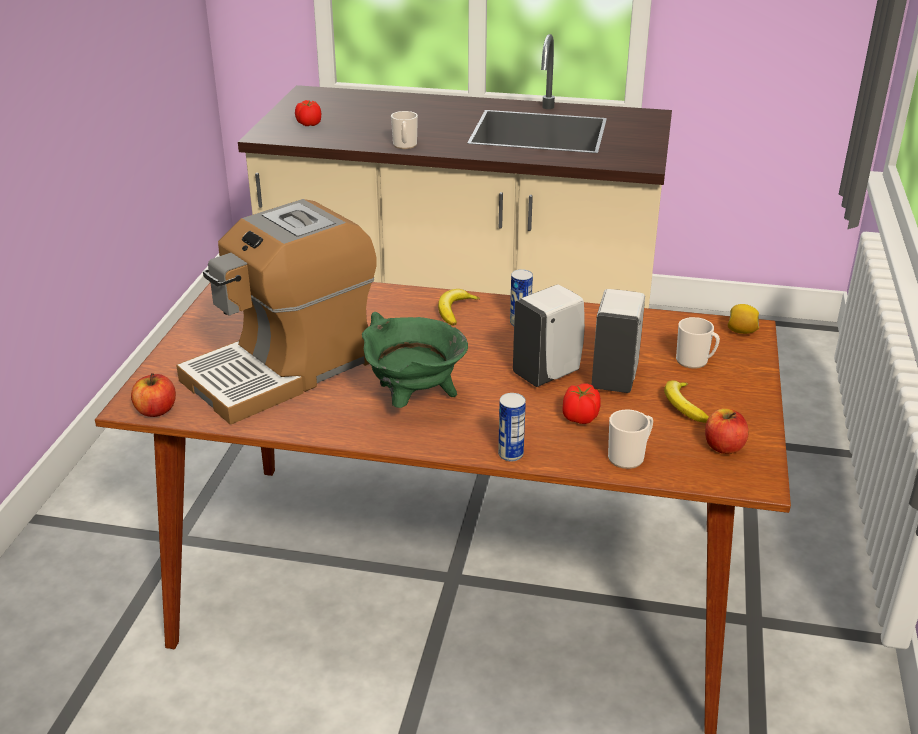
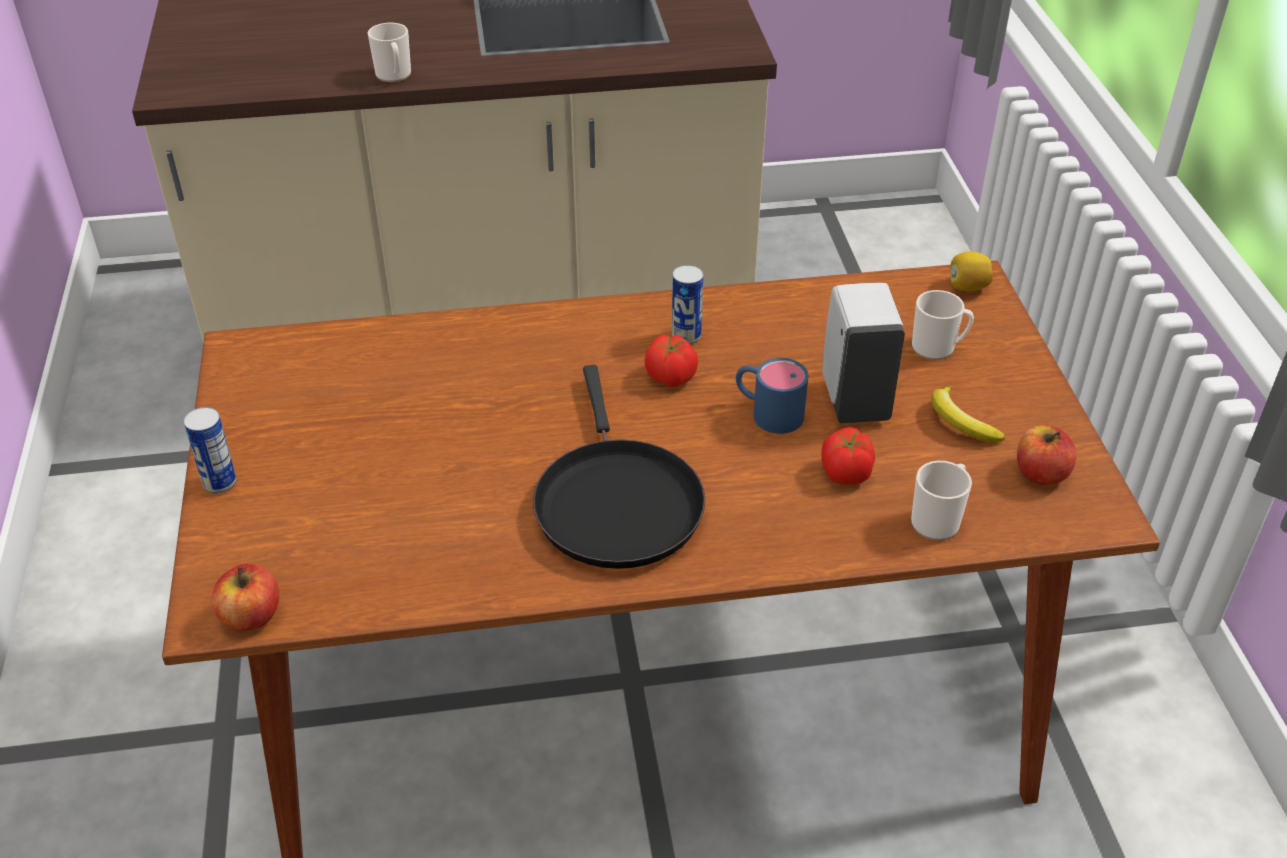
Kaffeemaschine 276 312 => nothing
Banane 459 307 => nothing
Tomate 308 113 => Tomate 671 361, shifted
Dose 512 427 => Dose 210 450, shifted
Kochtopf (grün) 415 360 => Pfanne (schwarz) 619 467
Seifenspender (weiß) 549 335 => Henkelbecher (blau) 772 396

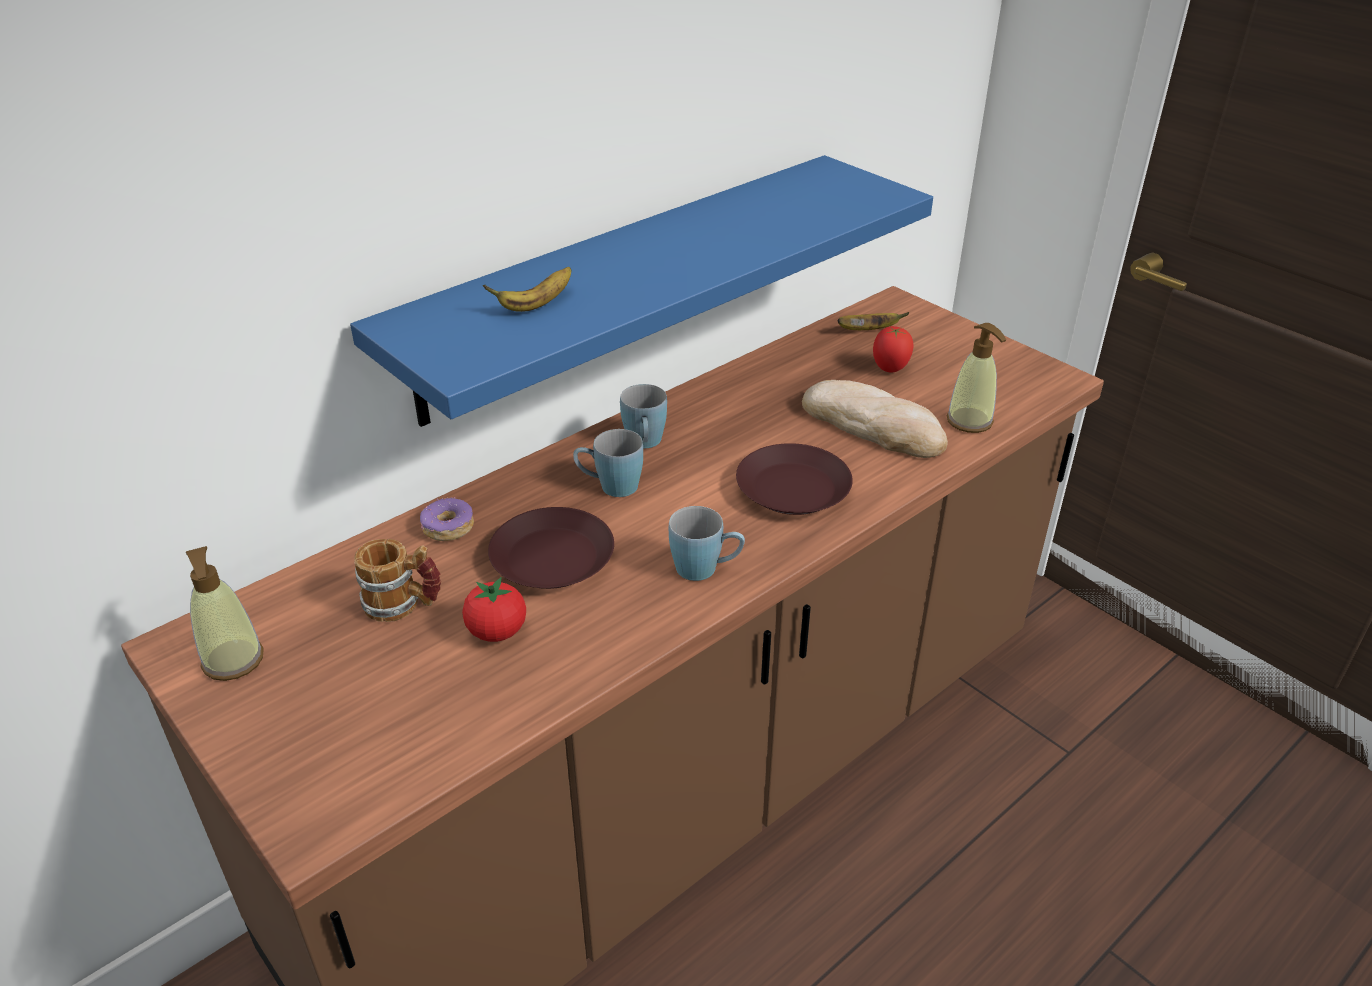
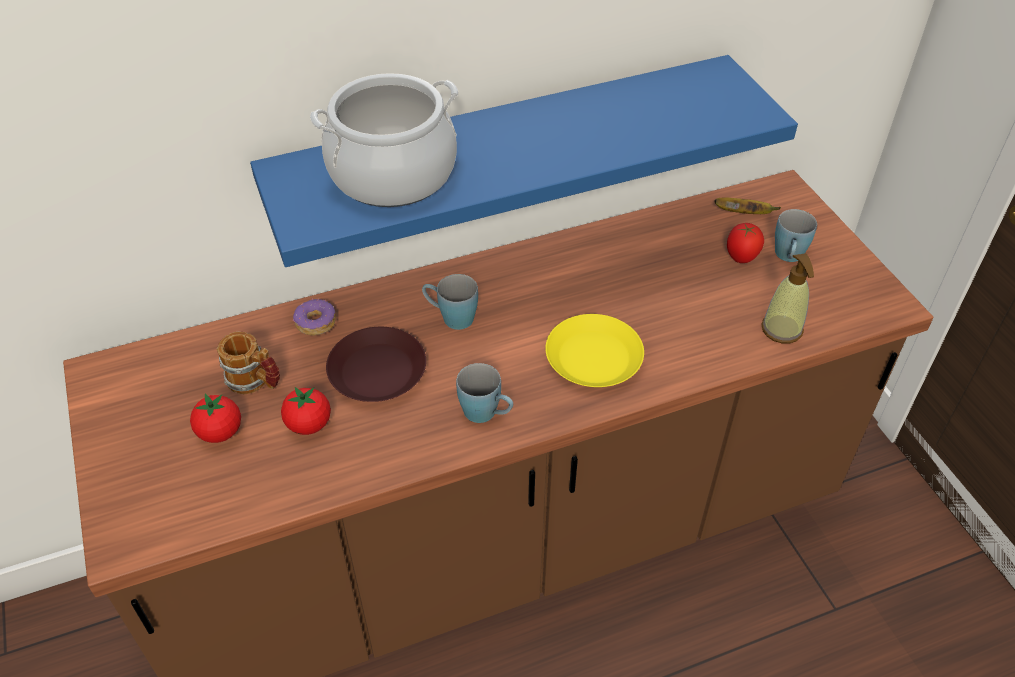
Seifenspender 225 613 => nothing
Brot 875 419 => nothing
nothing => Tomate 215 418
Henkelbecher (blau) 643 416 => Henkelbecher (blau) 796 235, shifted
Banane 527 289 => Kochtopf 384 140
Teller (braun) 794 479 => Teller (gelb) 594 350

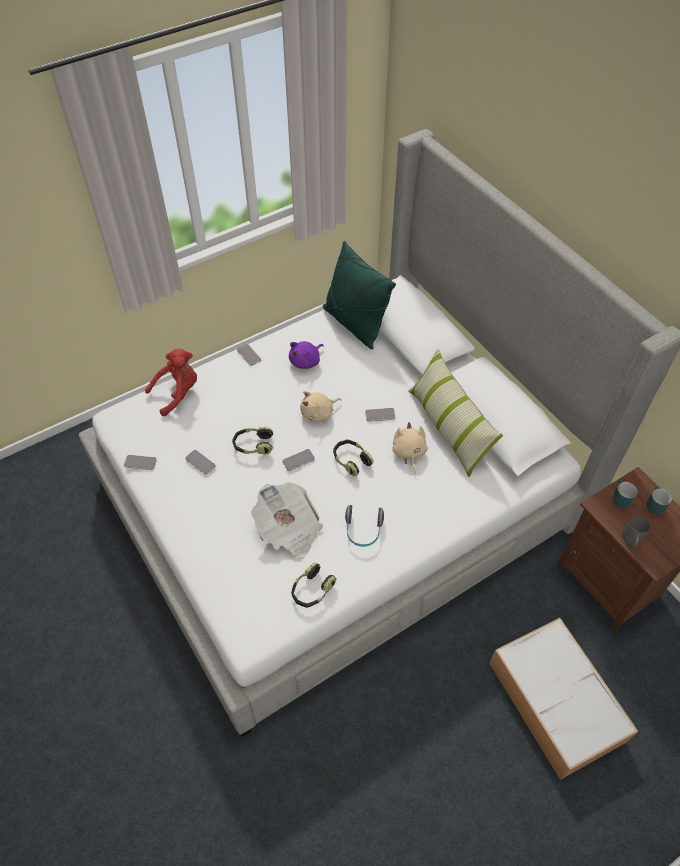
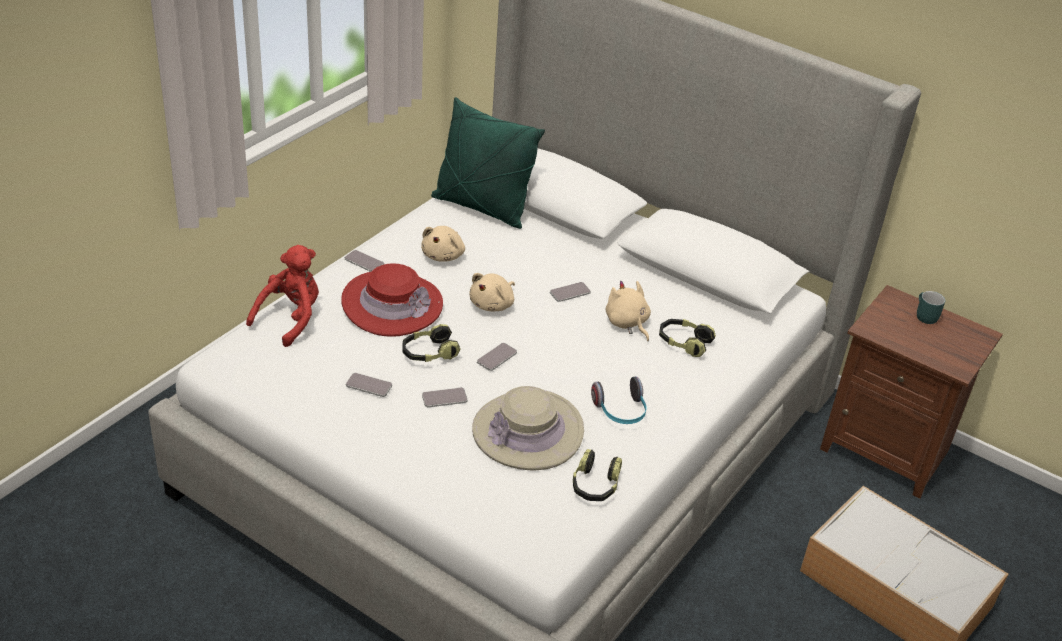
Kissen 455 413 => nothing
Henkelbecher (türkis) 625 493 => nothing
Henkelbecher (grau) 636 532 => nothing
nothing => Hut (rot) 392 300
Handy 140 462 => Handy 445 397, shifted
Kopfhörer 353 458 => Kopfhörer 687 338, shifted
Zeitung 287 520 => Hut (beige) 528 428
Plüschtier (lila) 306 355 => Plüschtier (beige) 443 244

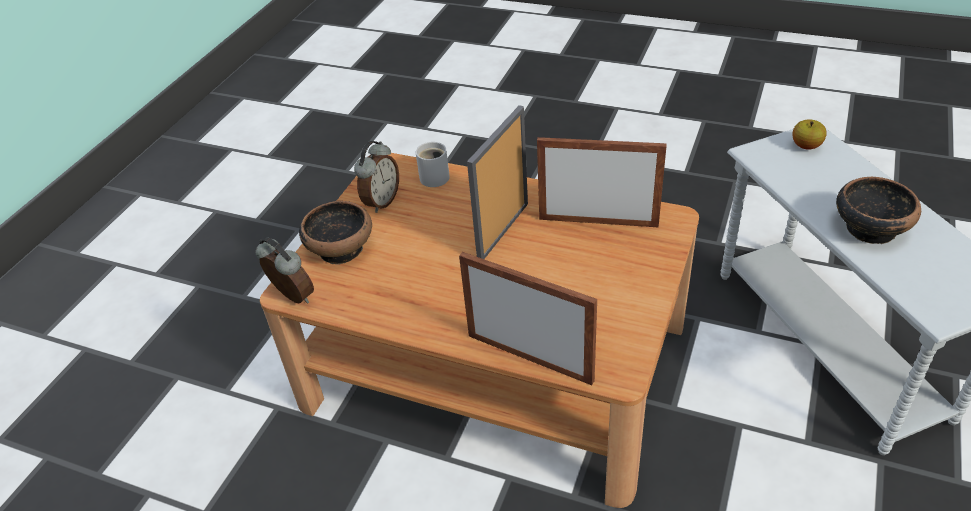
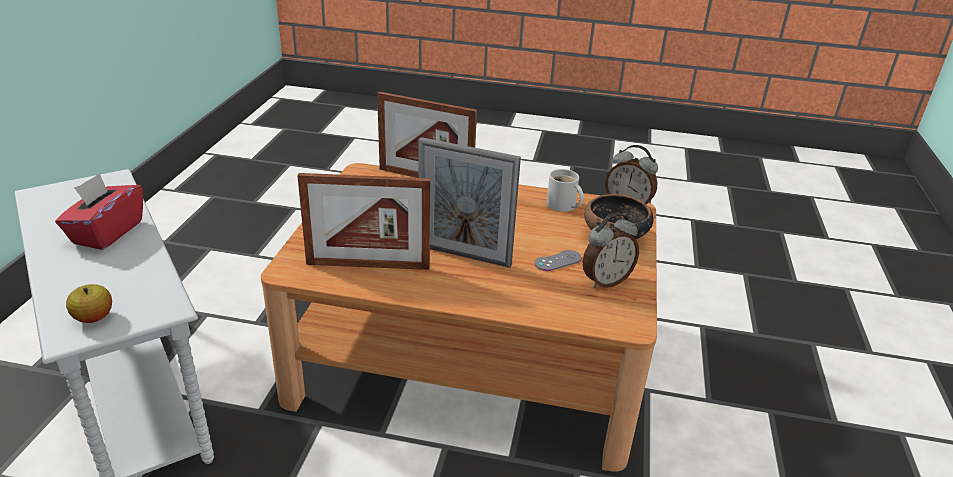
nothing => Gamepad (grau) 558 260
Henkelbecher (weiß) 433 164 => Henkelbecher (weiß) 565 190, shifted
Schüssel 878 210 => Taschentuchbox (rot) 99 211
Wecker 376 177 => Wecker 611 251, 135 degrees counterclockwise
Bilderrahmen 497 182 => Bilderrahmen 470 202, 90 degrees clockwise

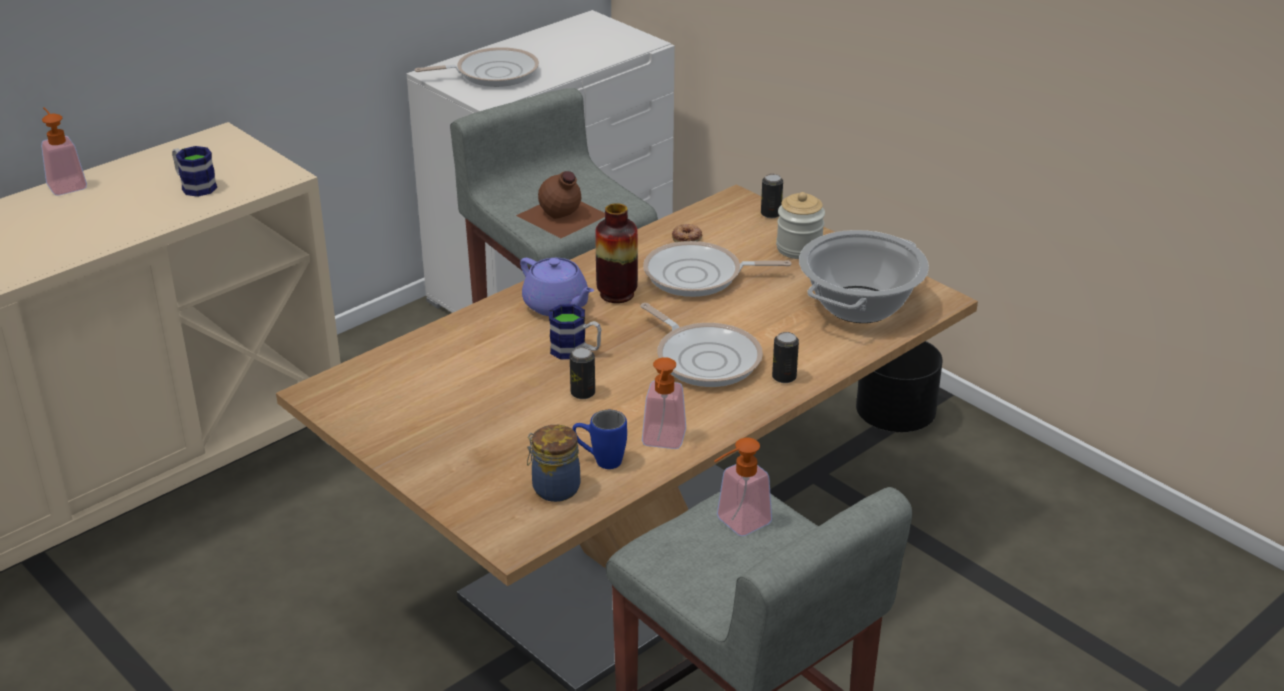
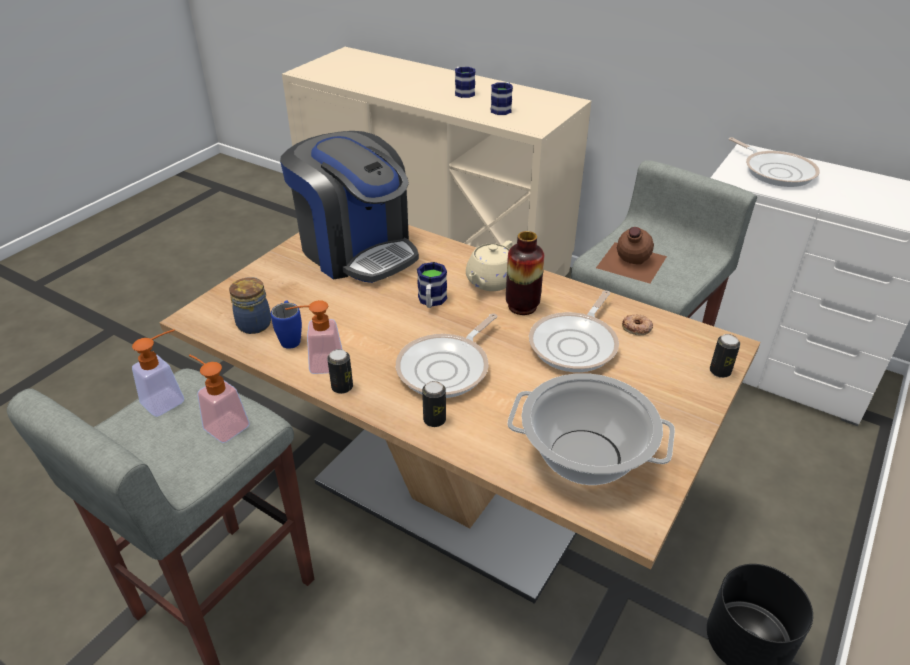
Vorratsglas 800 225 => nothing
nothing => Kaffeemaschine 349 207
nothing => Henkelbecher 465 82
Seifenspender 64 151 => Seifenspender 158 373, shifted
Dose 582 373 => Dose 340 371, shifted
Teekanne (lila) 557 287 => Teekanne (beige) 489 265
Pfanne 717 269 => Pfanne 574 331, 135 degrees counterclockwise

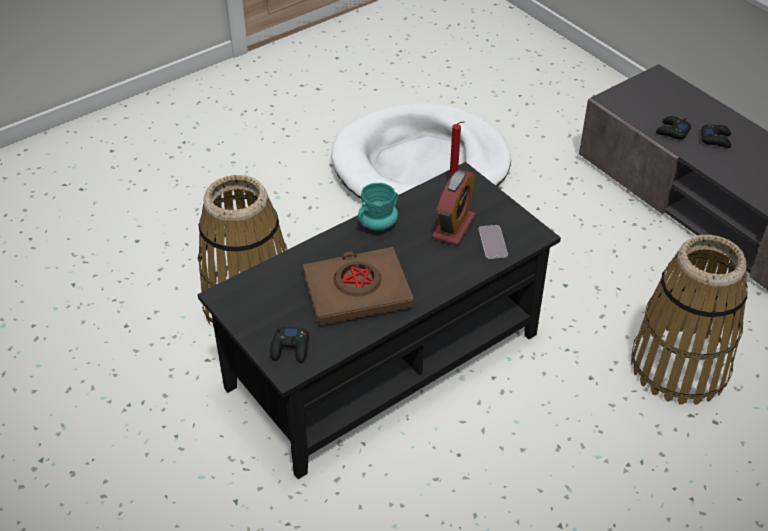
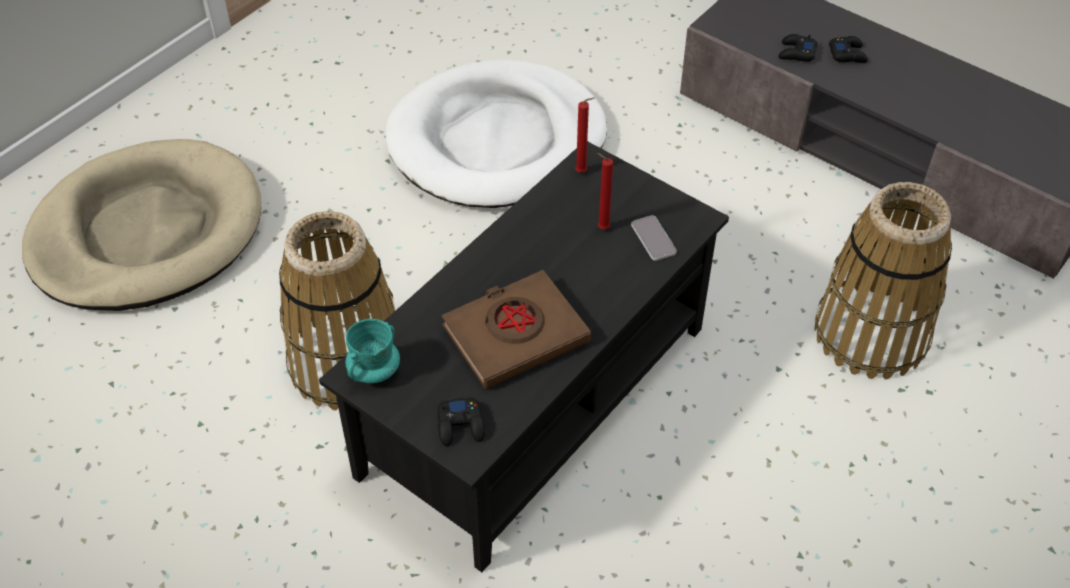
nothing => Hundebett (beige) 141 225
Henkelbecher (türkis) 378 207 => Henkelbecher (türkis) 372 351, shifted
Wecker 454 207 => Kerze (rot) 605 191

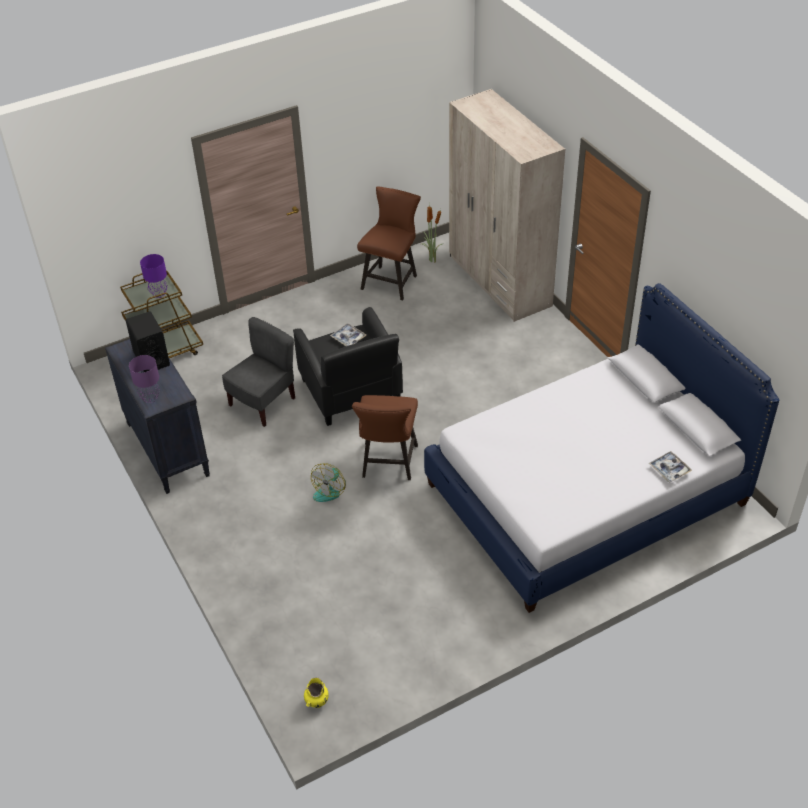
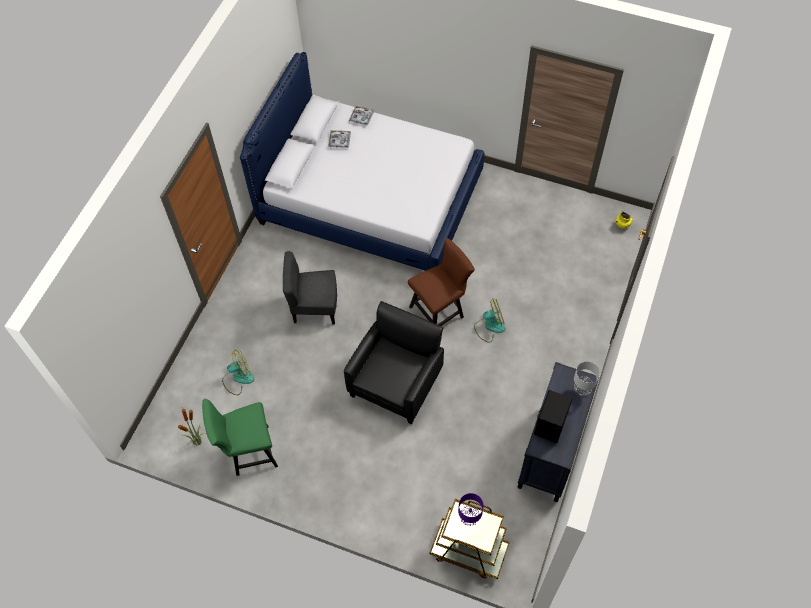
Kleiderschrank (beige) 507 205 => nothing
nothing => Ventilator 238 372
Stuhl (grau) 258 372 => Stuhl (grau) 310 288, shifted
Tablett 348 335 => Tablett 339 139, shifted
Tischlampe (lila) 144 379 => Tischlampe (grau) 587 378
Stuhl (braun) 389 243 => Stuhl (grün) 240 437

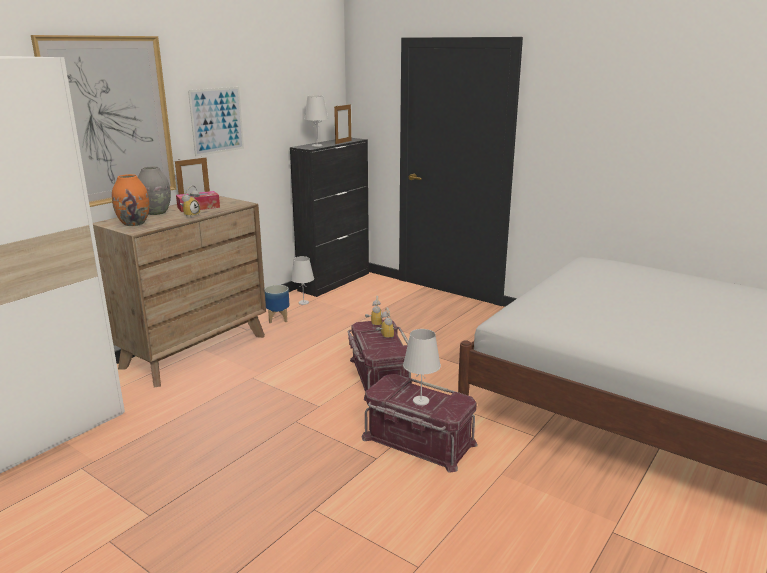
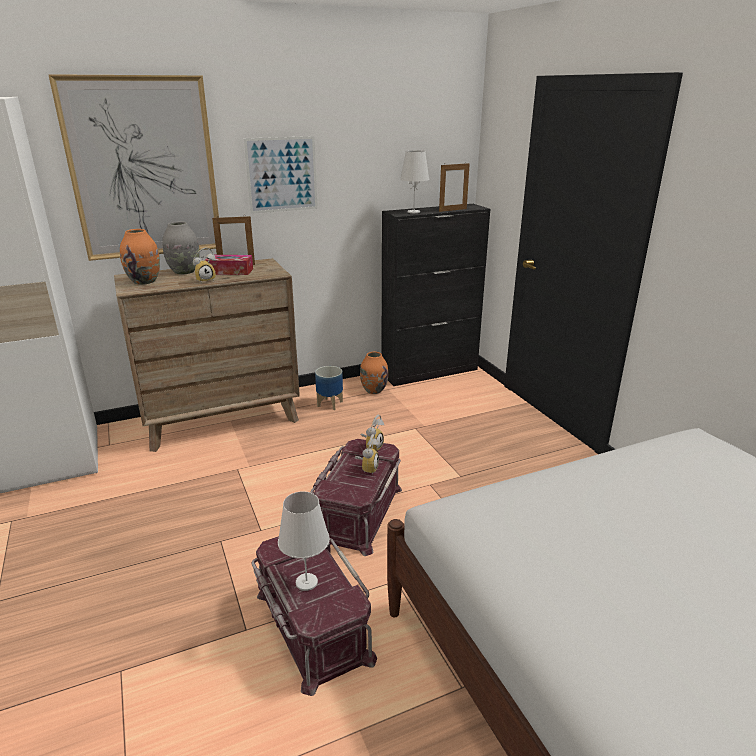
Tischlampe (weiß) 302 280 => Vase (orange) 374 373

